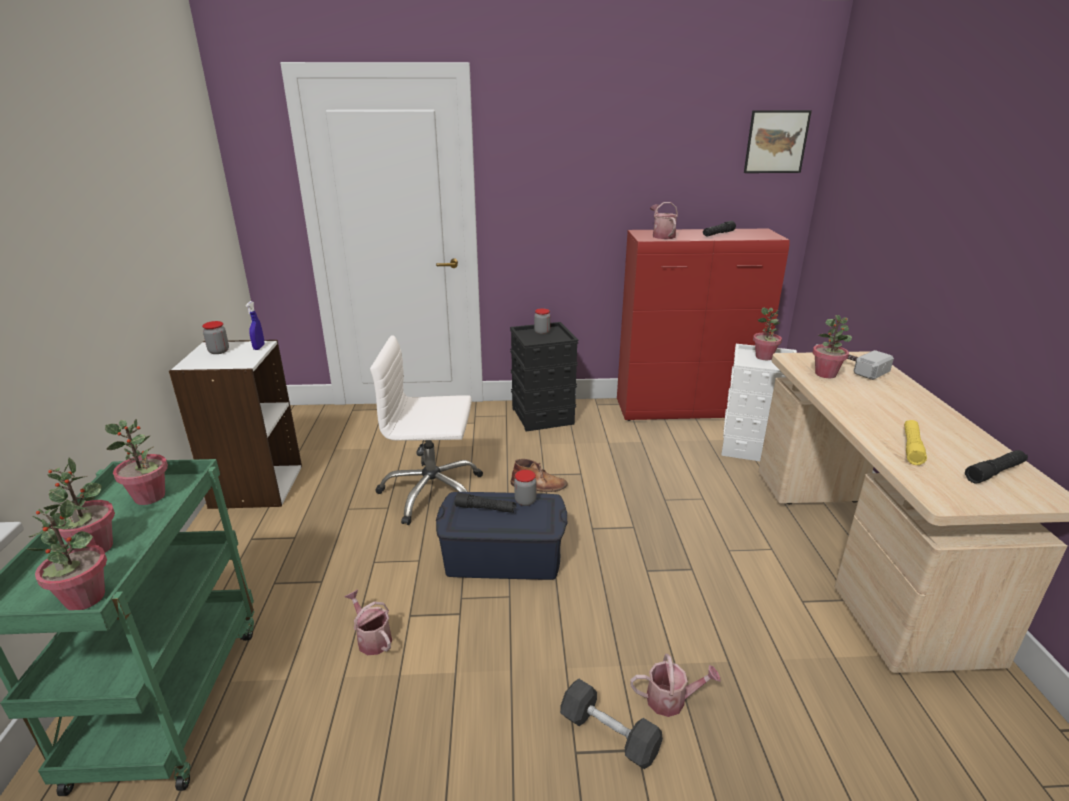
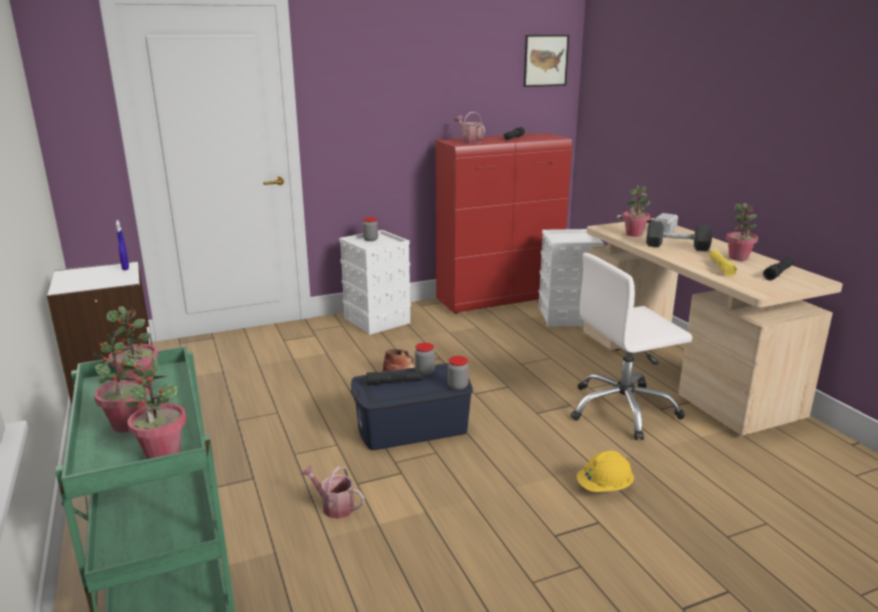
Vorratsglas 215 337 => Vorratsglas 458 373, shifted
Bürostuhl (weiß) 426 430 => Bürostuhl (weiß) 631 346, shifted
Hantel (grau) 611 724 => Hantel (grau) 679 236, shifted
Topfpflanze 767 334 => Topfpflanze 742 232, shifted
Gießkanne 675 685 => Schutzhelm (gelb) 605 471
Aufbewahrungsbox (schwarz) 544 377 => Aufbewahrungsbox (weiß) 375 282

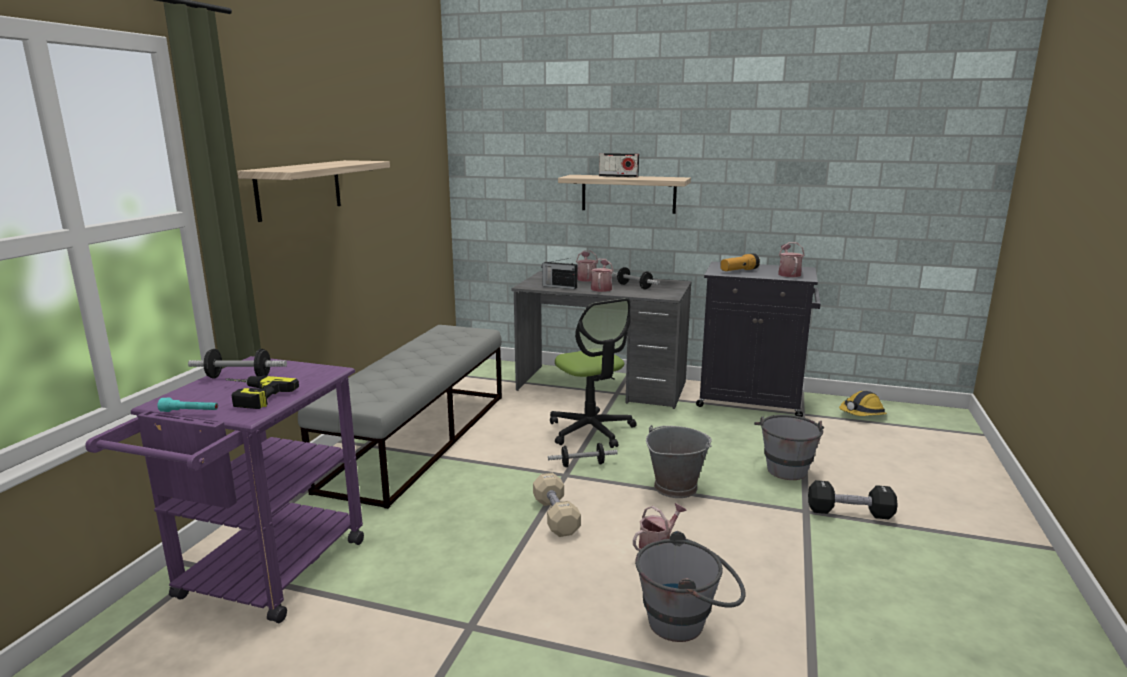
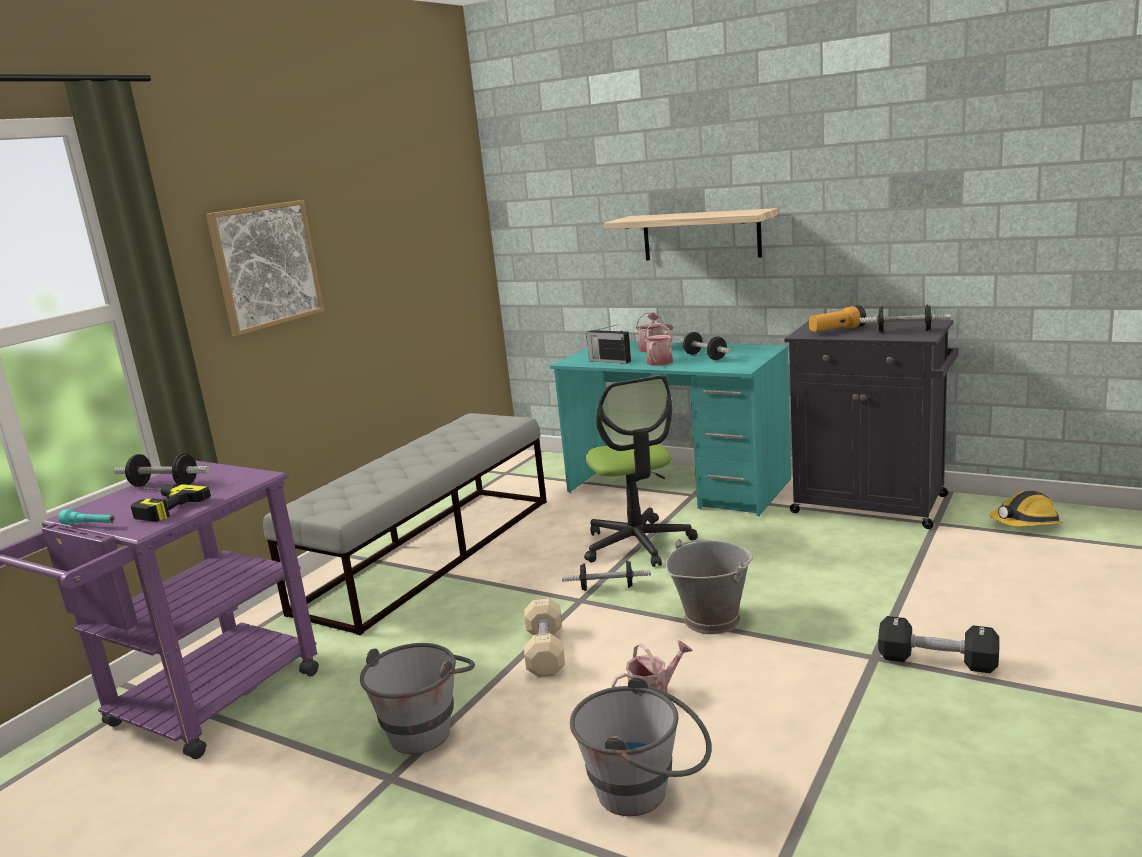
Radio 619 165 => nothing
Eimer (grau) 789 447 => Eimer (grau) 417 698, shifted
Wandregal 313 191 => Bild 265 268
Gießkanne 791 259 => Hantel 905 319
Schreibtisch (grau) 602 340 => Schreibtisch (türkis) 670 429

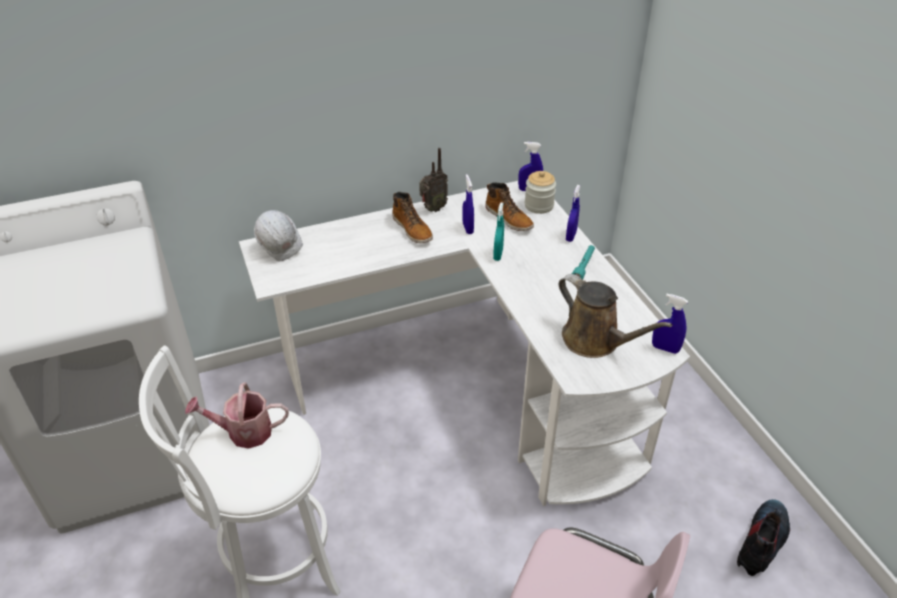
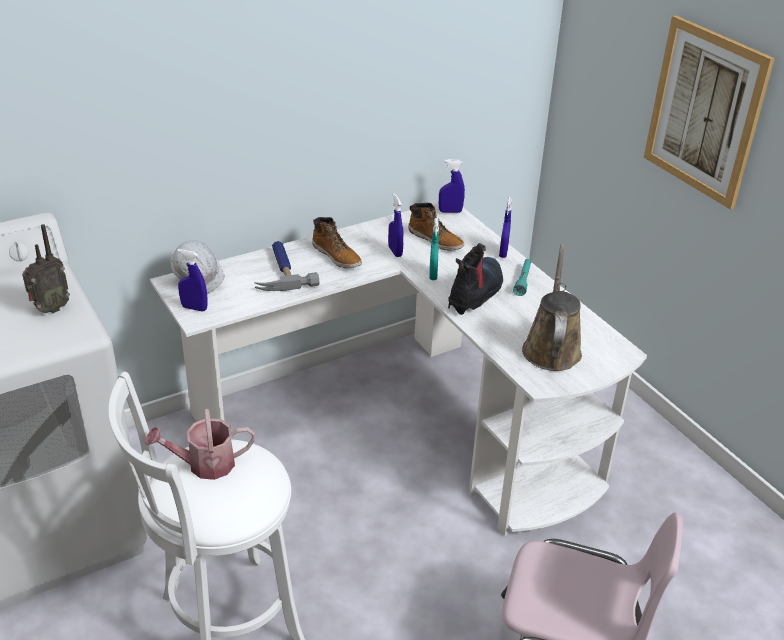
Vorratsglas 540 192 => nothing
nothing => Hammer 287 266
nothing => Bild 709 112
Radio 433 180 => Radio 46 269, shifted
Sprühflasche (blau) 670 324 => Sprühflasche (blau) 192 280, shifted
Stiefel 763 537 => Stiefel 475 279, shifted
Gießkanne (braun) 615 316 => Gießkanne (braun) 552 307, 120 degrees counterclockwise

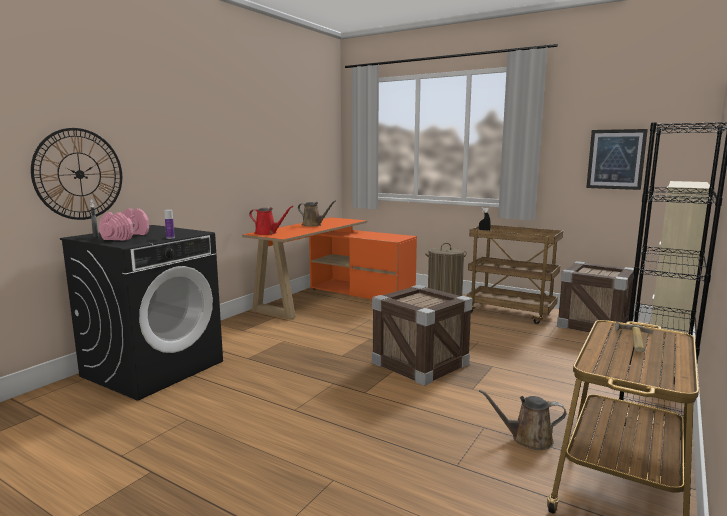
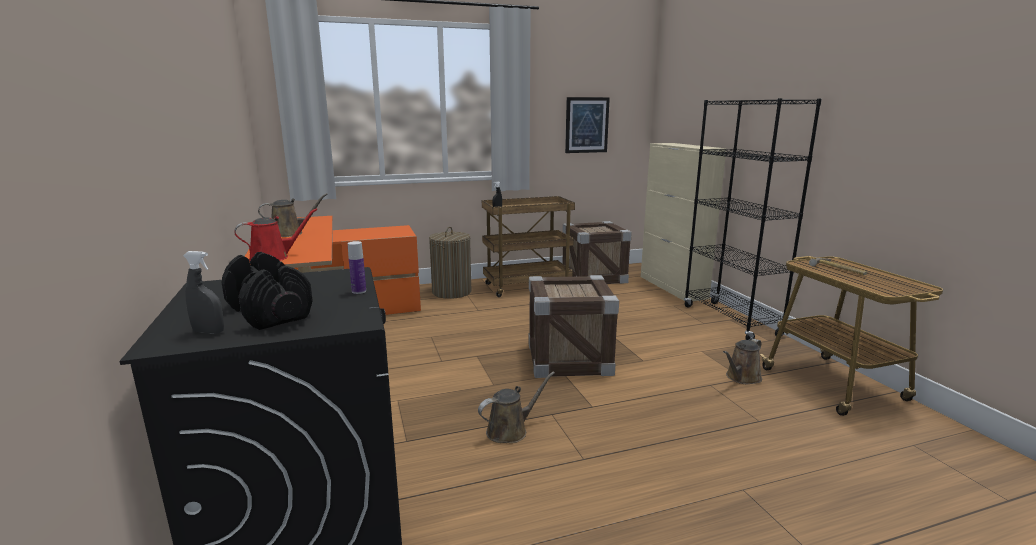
Wanduhr 76 174 => nothing
nothing => Gießkanne (braun) 516 407
Hantel (rosa) 124 224 => Hantel (schwarz) 267 291

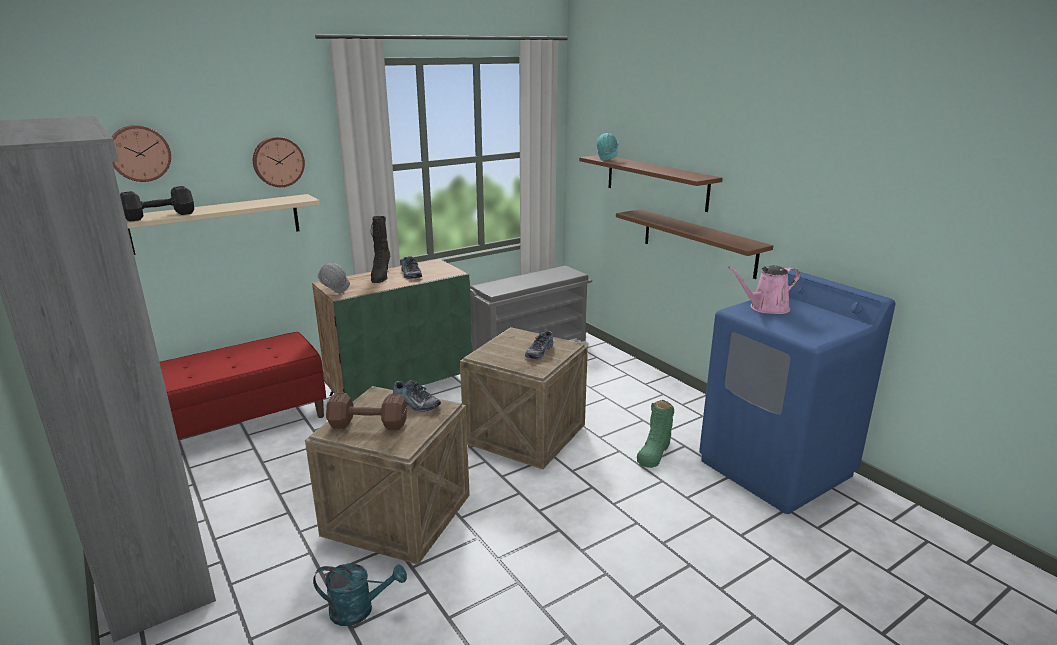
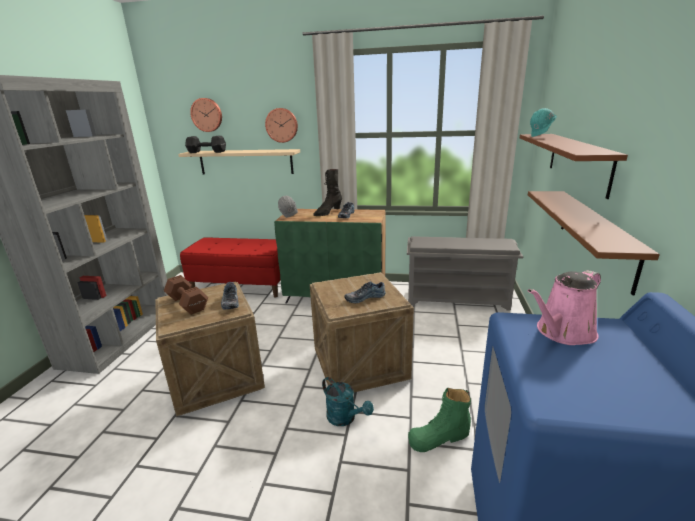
Gießkanne (türkis) 360 594 => Gießkanne (türkis) 348 401, shifted
Gießkanne (rosa) 764 289 => Gießkanne (rosa) 564 307, 60 degrees counterclockwise

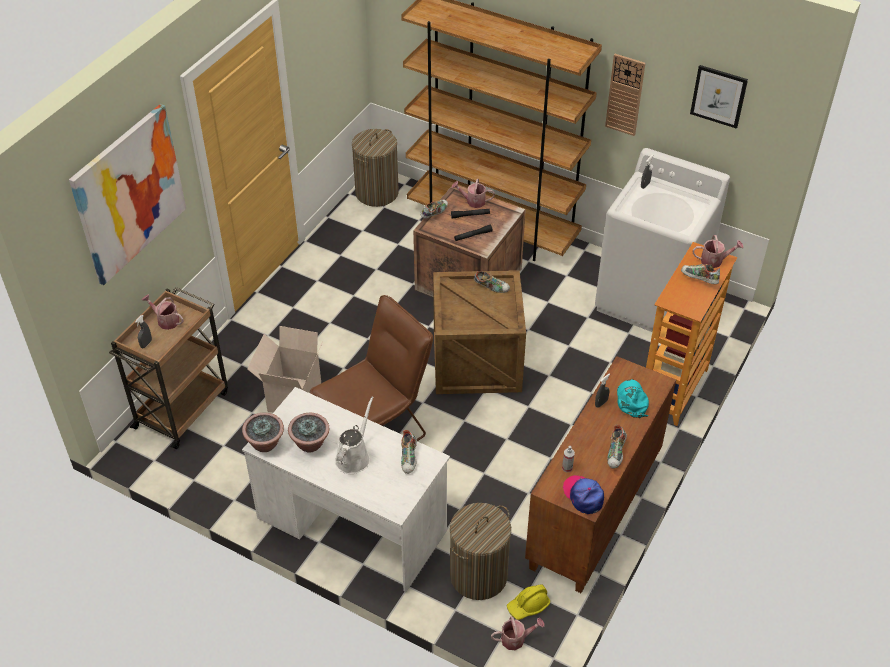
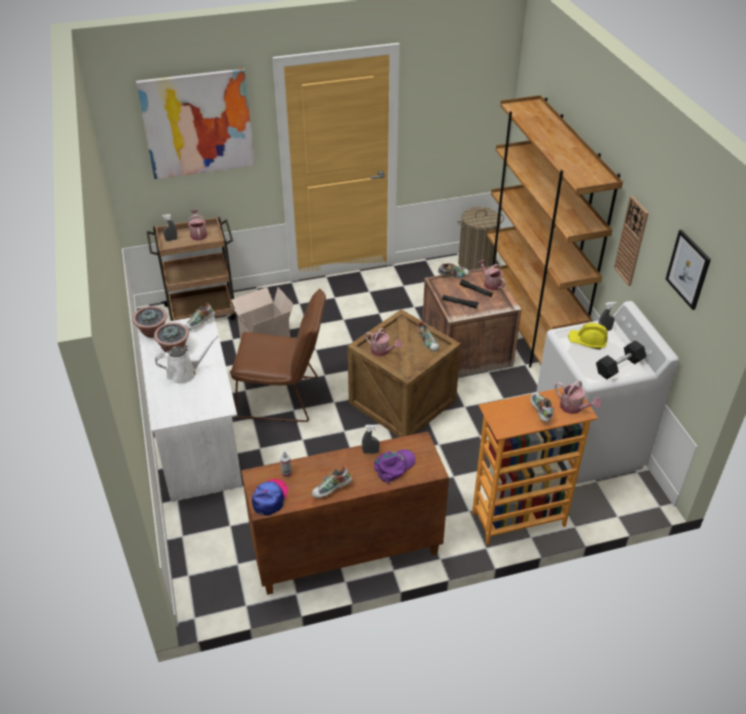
Wäschekorb 480 551 => nothing
nothing => Hantel (schwarz) 621 359
Schuh 409 452 => Schuh 200 316, shifted
Gießkanne 518 633 => Gießkanne 383 342, shifted
Schutzhelm (gelb) 528 602 => Schutzhelm (gelb) 588 336, shifted
Kappe (türkis) 633 399 => Kappe (lila) 395 466

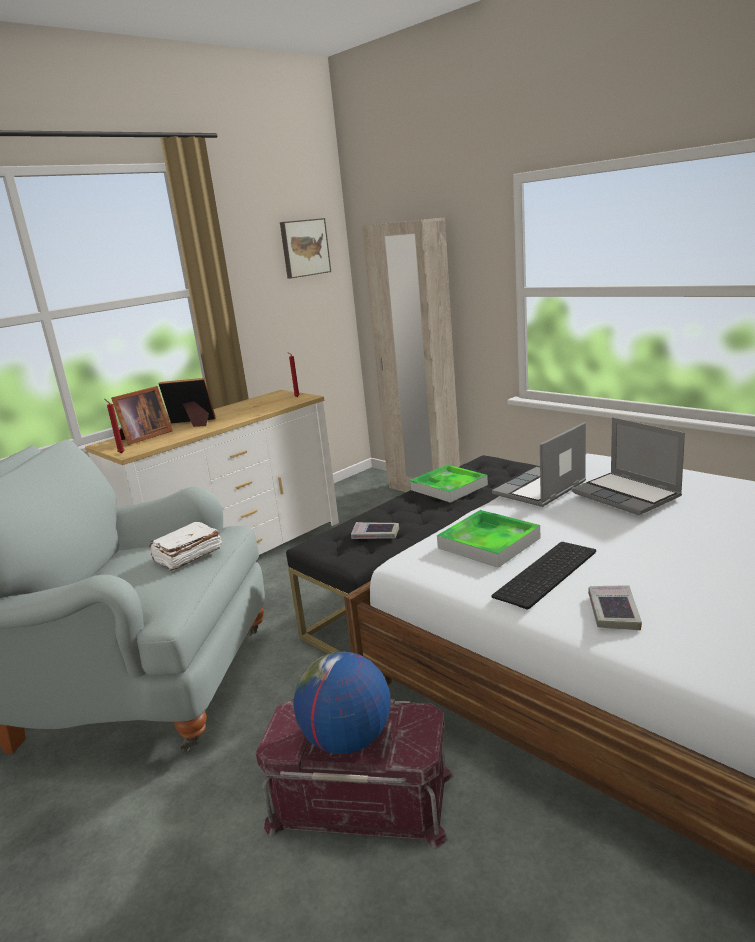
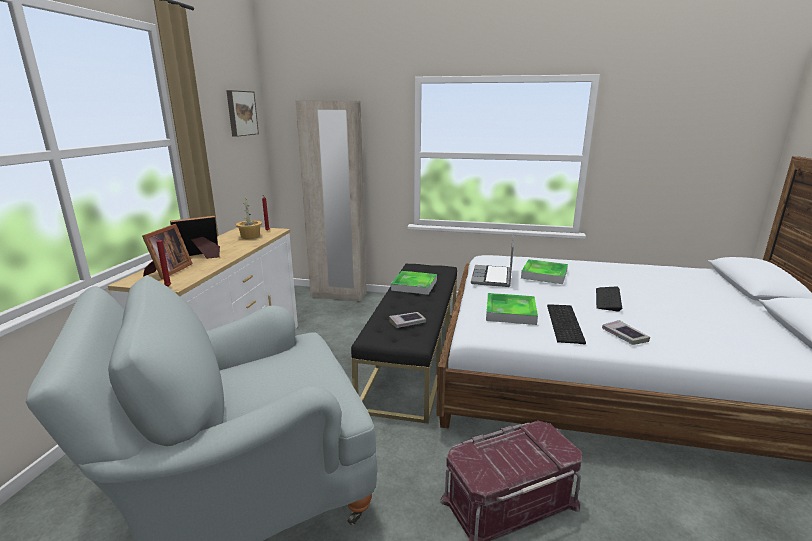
Buch (weiß) 185 546 => nothing
Globus 341 703 => nothing
nothing => Topfpflanze 249 218
nothing => Tastatur 609 299
Laptop 628 466 => Tablett 544 271

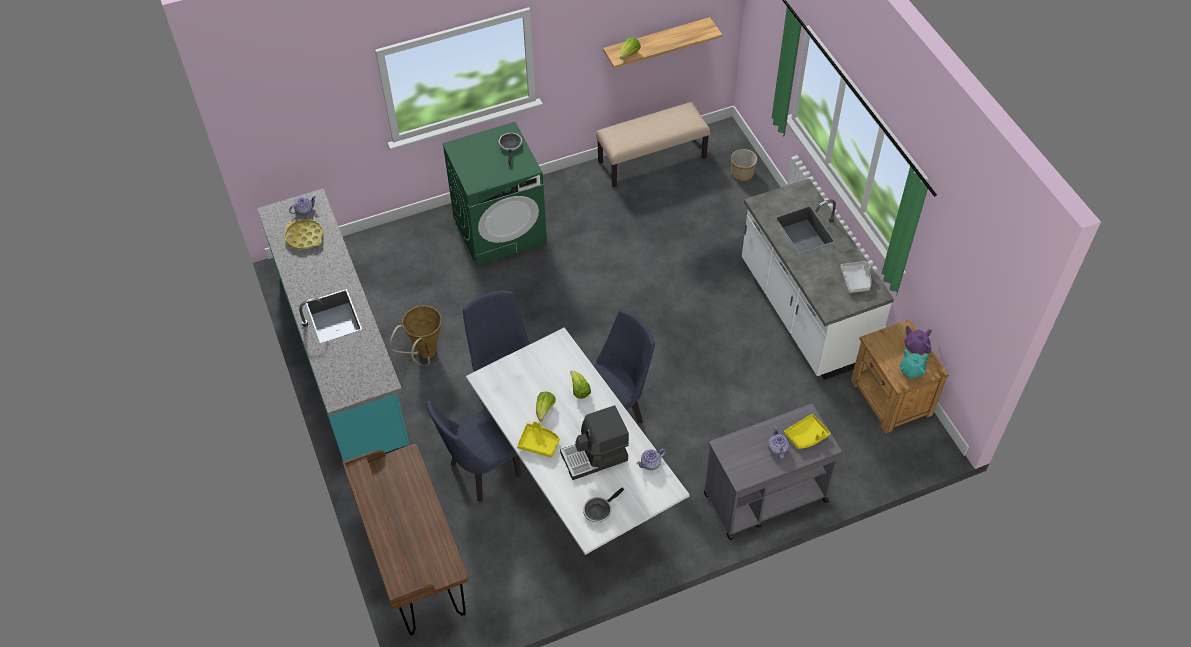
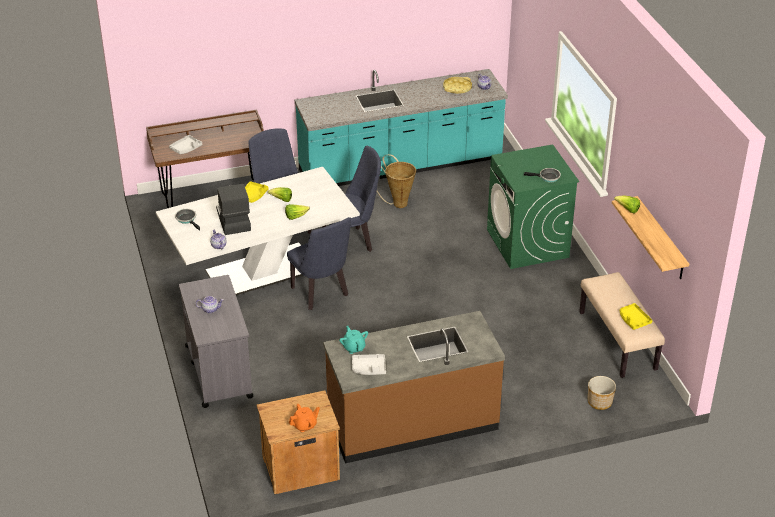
nothing => Tablett (grau) 185 144
Tablett (gelb) 807 431 => Tablett (gelb) 636 316, shifted
Teekanne (türkis) 914 364 => Teekanne (türkis) 353 340, shifted
Küchenzeile (weiß) 818 279 => Küchenzeile (braun) 414 387
Teekanne (lila) 918 340 => Teekanne (orange) 304 418

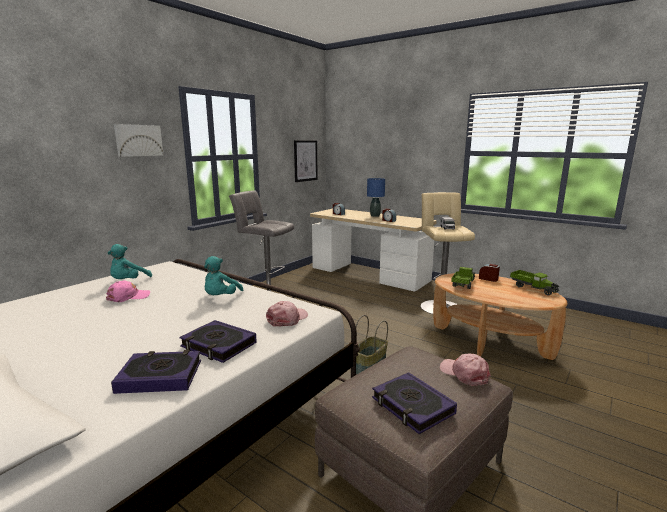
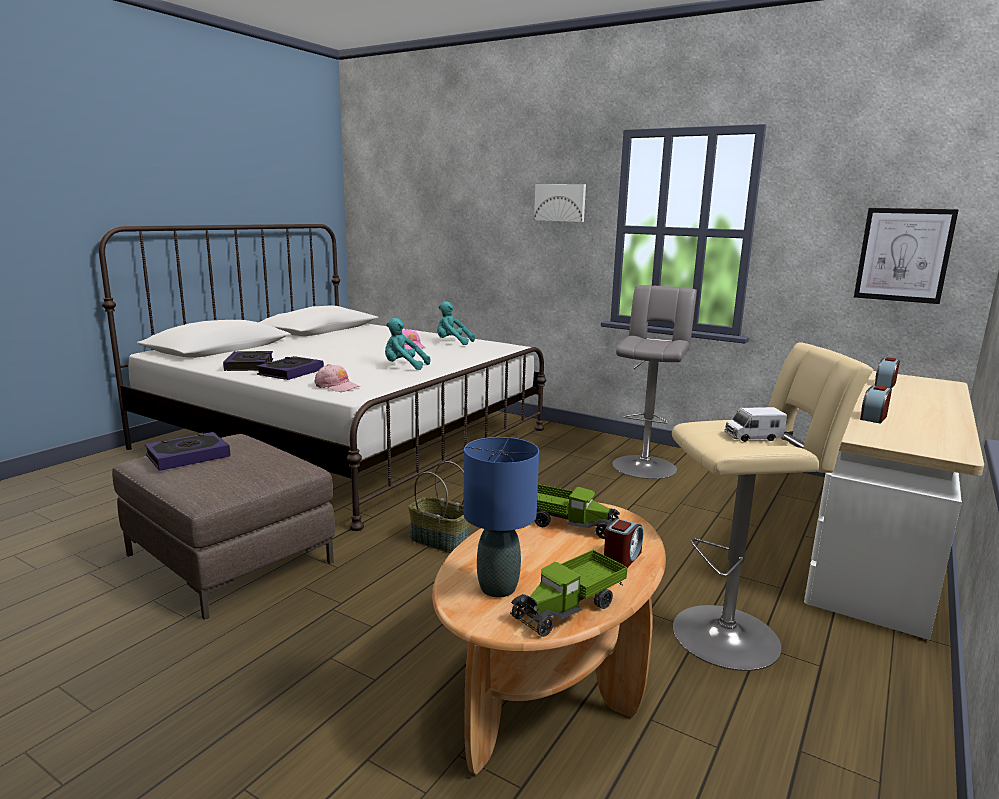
Kappe (rosa) 465 370 => nothing
Tischlampe (blau) 376 197 => Tischlampe (blau) 501 517, shifted

